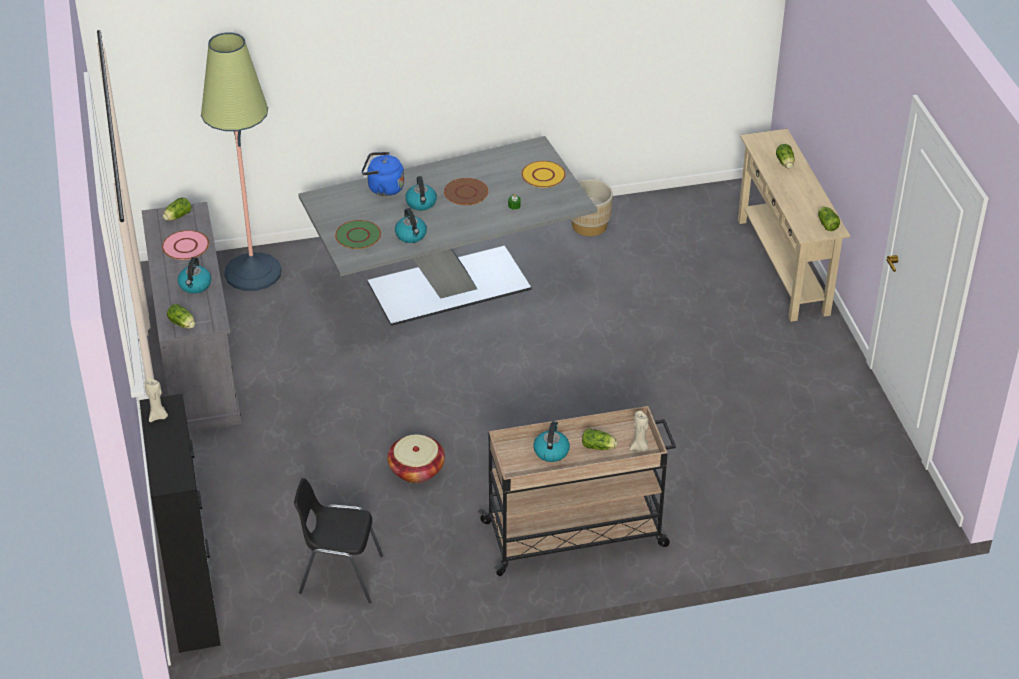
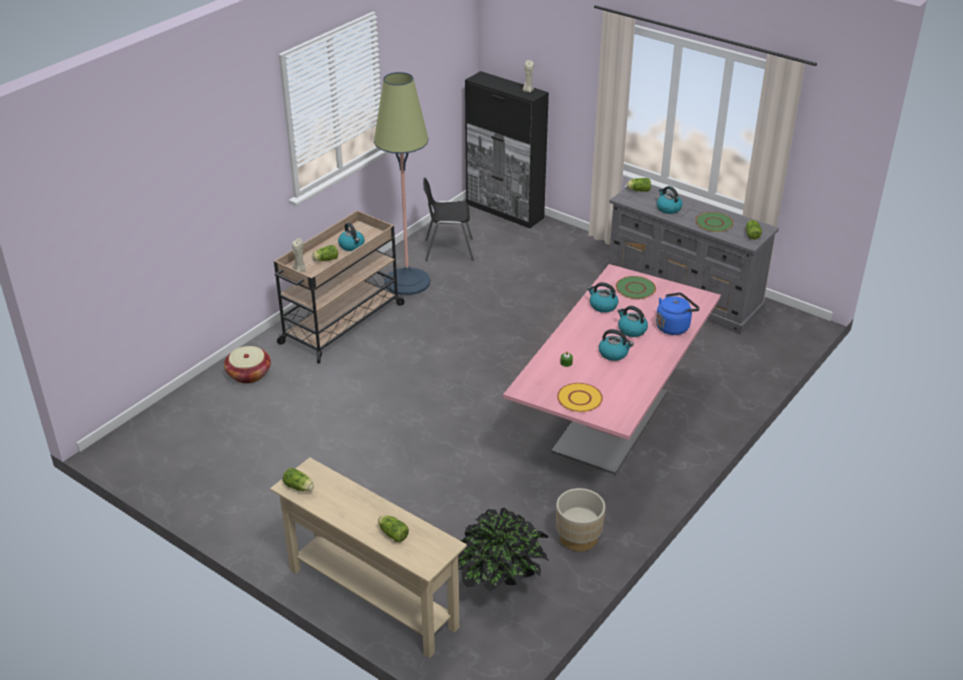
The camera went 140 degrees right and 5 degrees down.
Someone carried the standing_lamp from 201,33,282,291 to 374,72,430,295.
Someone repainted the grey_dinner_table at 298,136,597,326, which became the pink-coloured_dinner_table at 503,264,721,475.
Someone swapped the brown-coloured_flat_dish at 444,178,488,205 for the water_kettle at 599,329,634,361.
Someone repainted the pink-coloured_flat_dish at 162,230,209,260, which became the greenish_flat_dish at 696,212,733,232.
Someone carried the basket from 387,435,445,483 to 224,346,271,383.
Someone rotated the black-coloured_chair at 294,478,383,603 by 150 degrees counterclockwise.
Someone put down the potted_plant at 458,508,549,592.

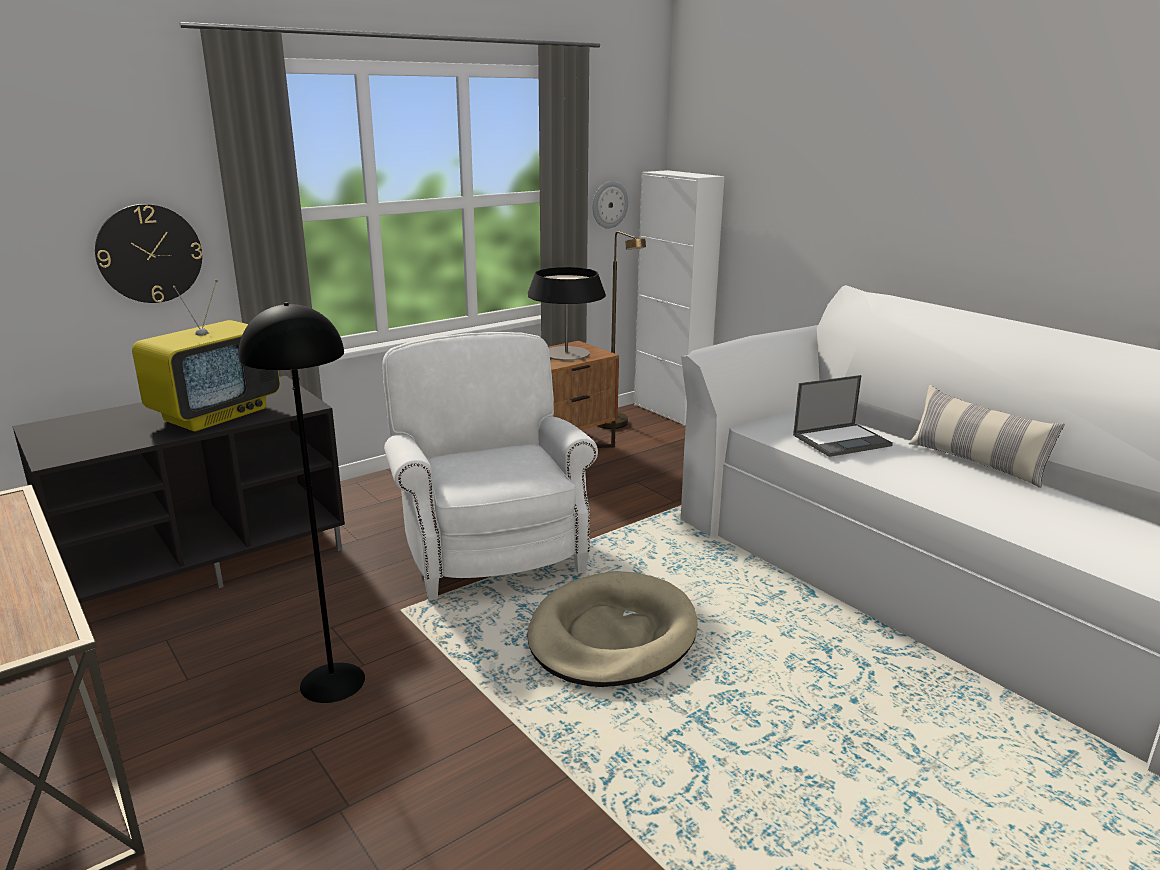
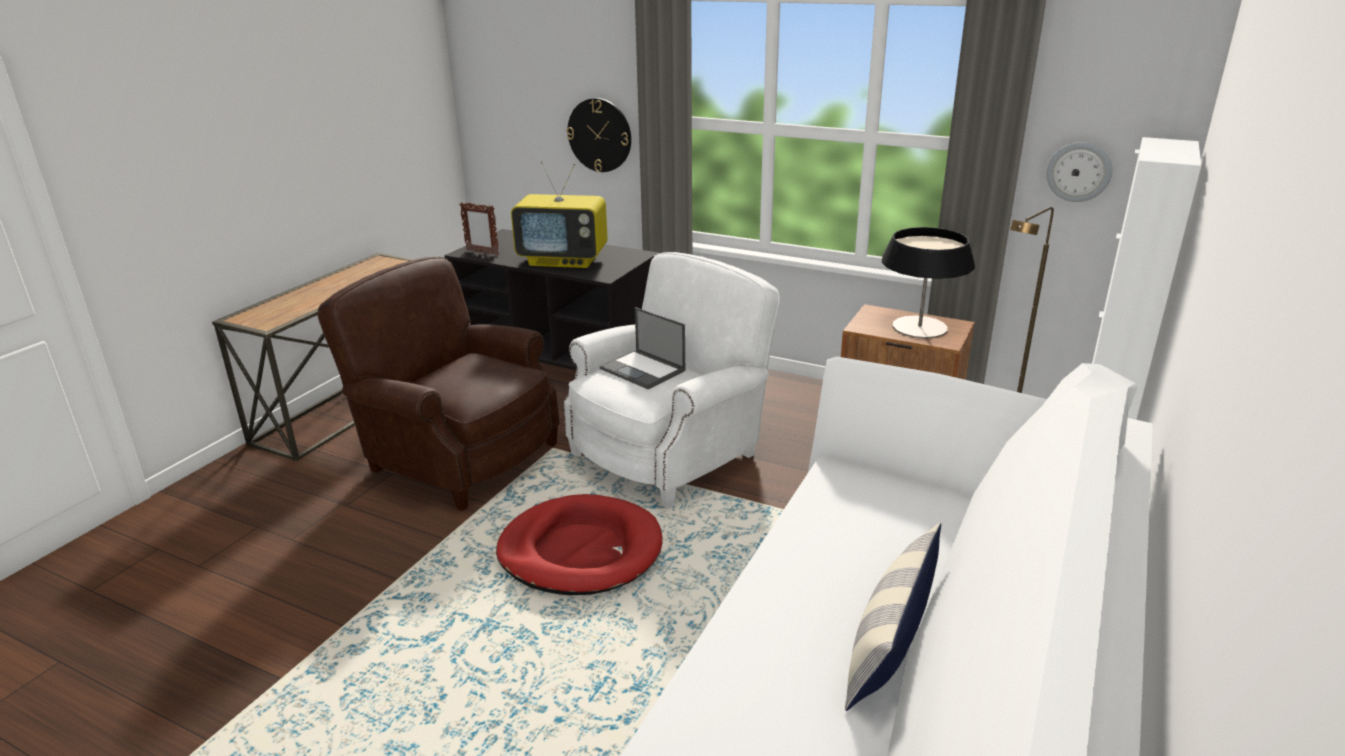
The camera went 65 degrees right and 5 degrees up.
Someone swapped the black-coloured_standing_lamp at 239,302,365,703 for the brown-coloured_armchair at 318,257,560,511.
Someone carried the notebook_computer from 793,375,893,457 to 600,307,685,390.
Someone repainted the beige-coloured_dog_cushion at 527,571,697,687, which became the red-coloured_dog_cushion at 496,494,662,595.
Someone put down the picture_frame at 459,202,499,256.

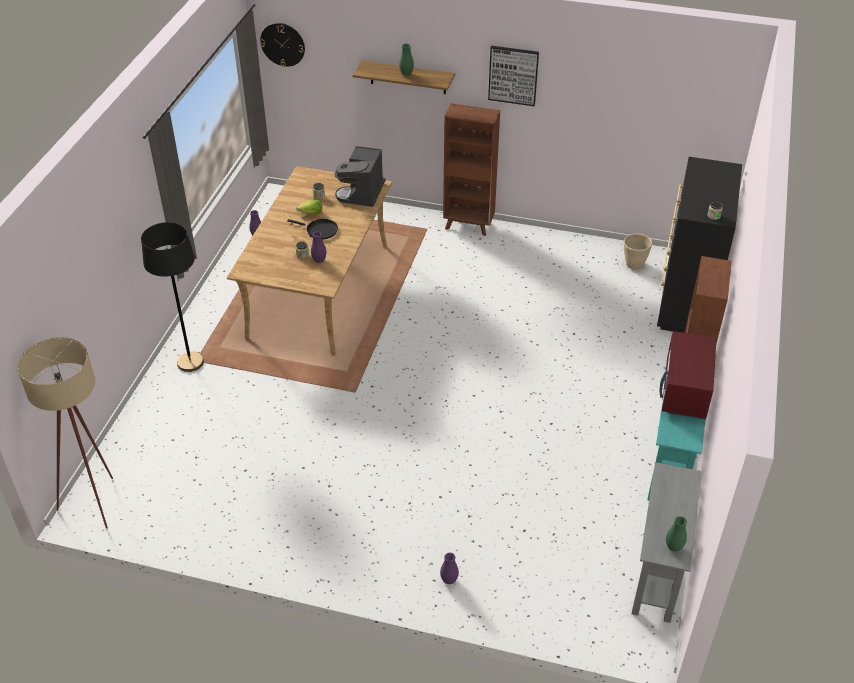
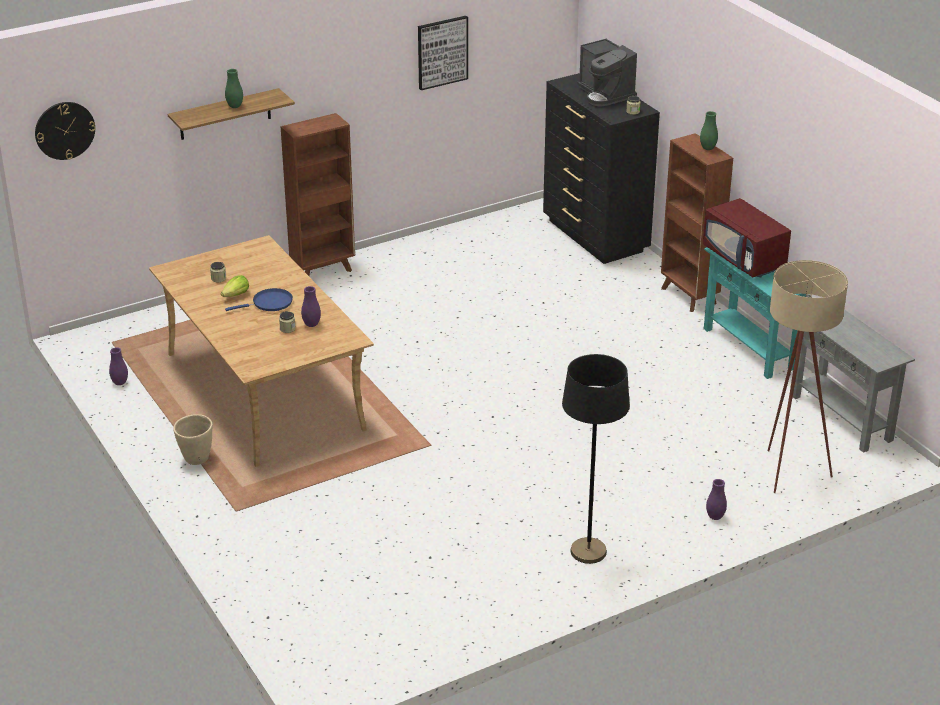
The camera went 45 degrees left and 10 degrees down.
Someone carried the wall_picture from 488,46,539,106 to 418,16,468,90.
Someone carried the coffee_machine from 334,146,386,207 to 577,39,637,106.
Someone repainted the black-coloured_frying_pan at 287,219,338,239, which became the bluish_frying_pan at 225,288,293,311.
Someone carried the black-coloured_standing_lamp from 141,222,204,372 to 562,354,630,564.
Someone carried the beige-coloured_planter from 624,234,652,270 to 173,414,213,465.
Someone carried the beige-coloured_standing_lamp from 17,337,113,529 to 768,260,848,493.
Someone carried the greenish_vase from 666,516,687,551 to 700,111,718,150.

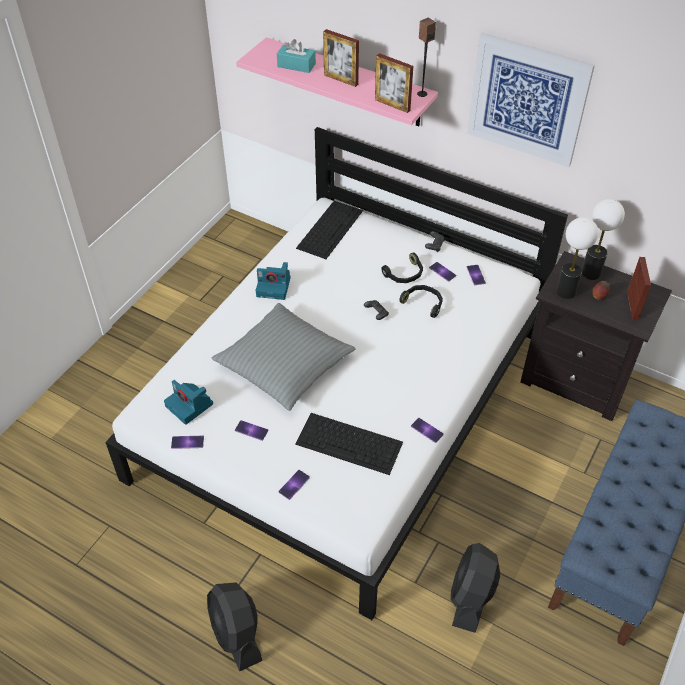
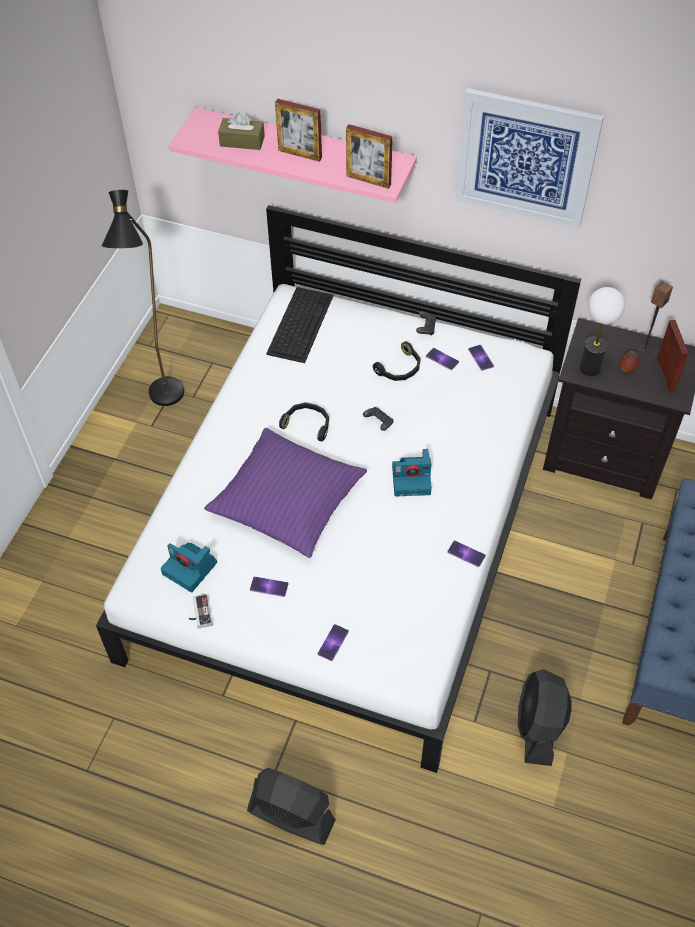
The camera went 10 degrees left and 5 degrees up.
Someone carried the loudspeaker from 417,18,436,97 to 639,281,673,354.
Someone repainted the turquoise_tissue_box at 277,39,316,73, which became the brown-coloured_tissue_box at 218,112,265,150.
Someone took away the tabletop_lamp at 582,199,625,280.
Someone carried the still_camera from 256,262,291,300 to 392,449,432,496.
Someone carried the black-coloured_headset from 399,285,443,318 to 279,403,329,441.
Someone repainted the grey_cushion at 212,303,356,411, which became the purple_cushion at 204,428,367,558.
Someone took away the keyboard at 295,413,403,475.
Someone swapped the telephone at 171,436,204,449 for the joypad at 189,594,213,628.
Someone rotated the black-coloured_cooling_fan at 207,582,263,672 by 150 degrees clockwise.
Someone put down the black-coloured_standing_lamp at 101,190,184,406.

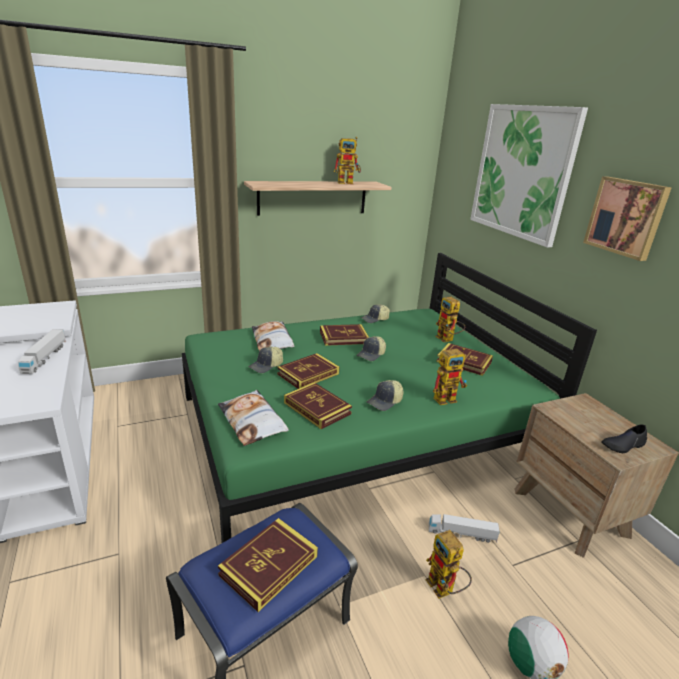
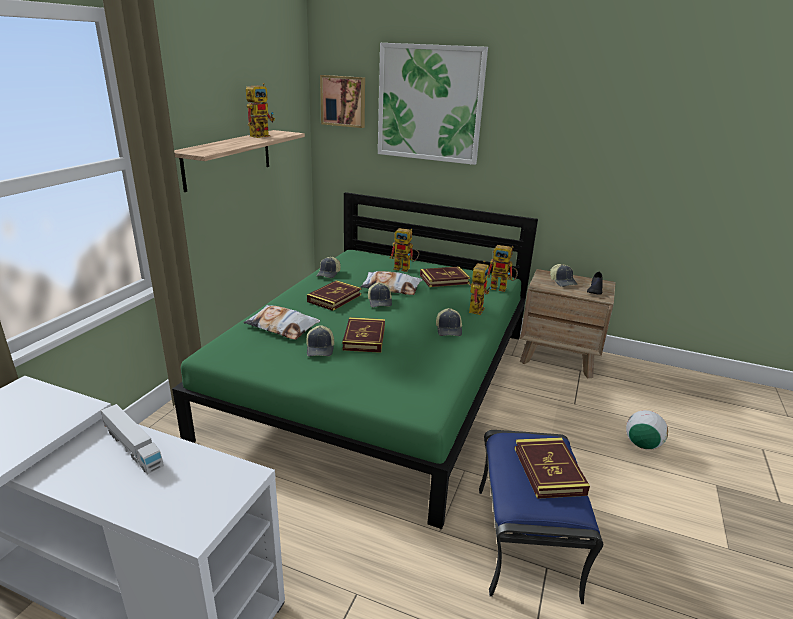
The camera went 45 degrees left and 0 degrees up.
Someone carried the wall_picture from 583,176,672,261 to 320,75,365,128.
Someone took away the volume at 284,382,352,429.
Someone carried the cushion from 218,390,289,446 to 360,271,423,295.
Someone took away the model_truck at 429,514,500,543.
Someone carried the robot_figure from 426,530,472,599 to 488,245,518,292.
Someone put down the baseball_cap at 550,264,578,287.

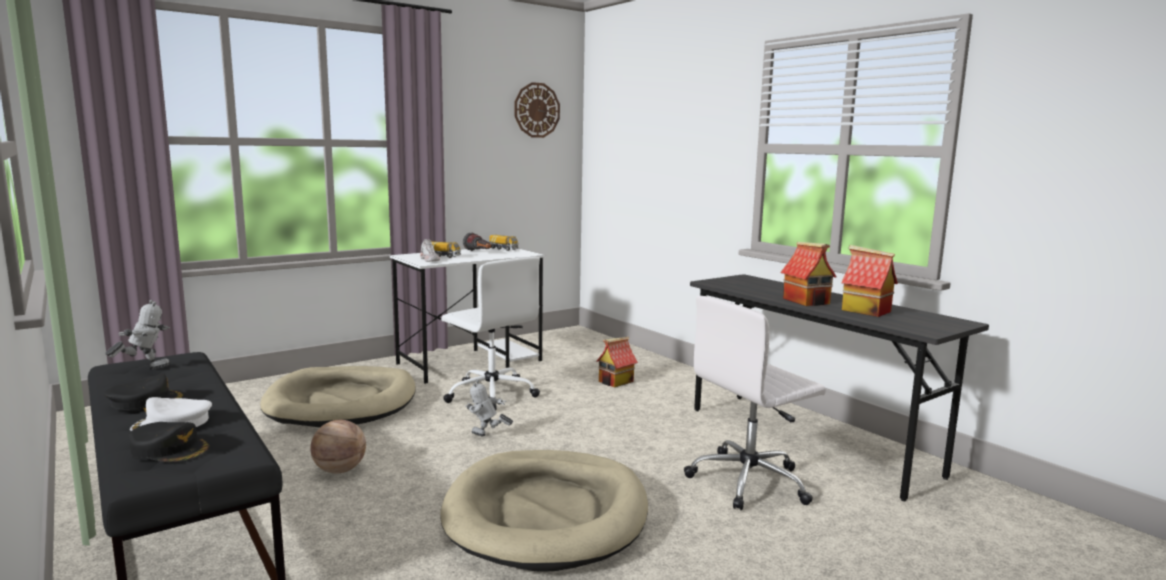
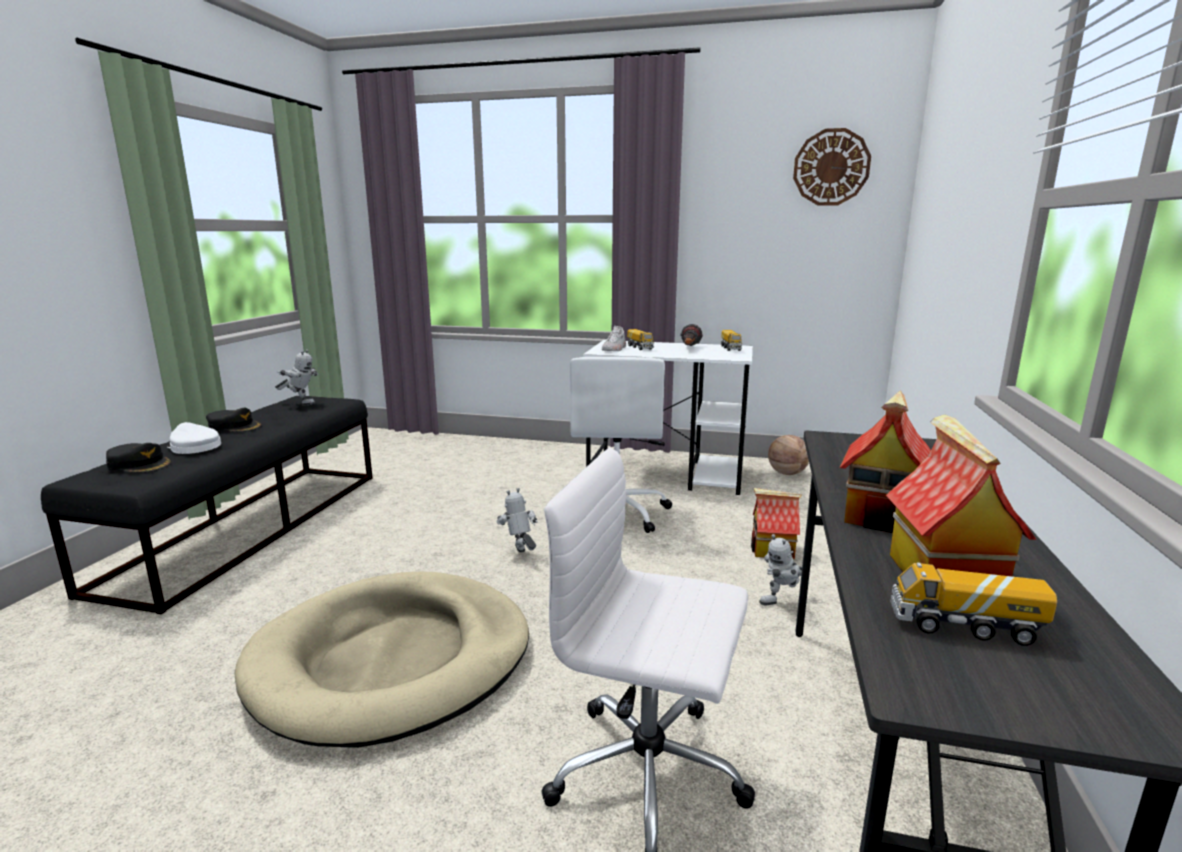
The camera went 50 degrees right and 5 degrees up.
Someone took away the beige-coloured_dog_cushion at 260,366,416,428.
Someone carried the basketball from 310,420,366,473 to 768,435,809,475.
Someone rotated the black-coloured_baseball_cap at 129,422,210,463 by 45 degrees counterclockwise.
Someone put down the robot_figure at 759,534,802,605.
Someone put down the model_truck at 890,562,1058,646.

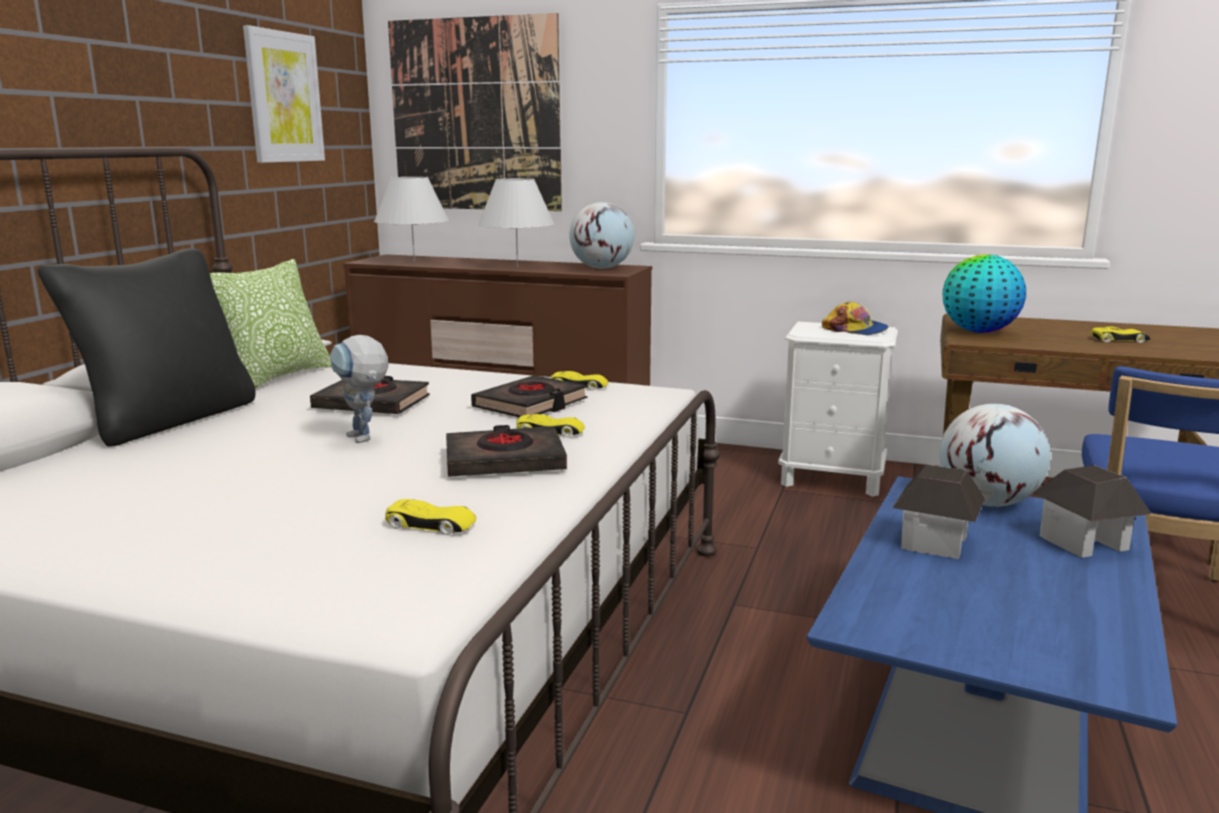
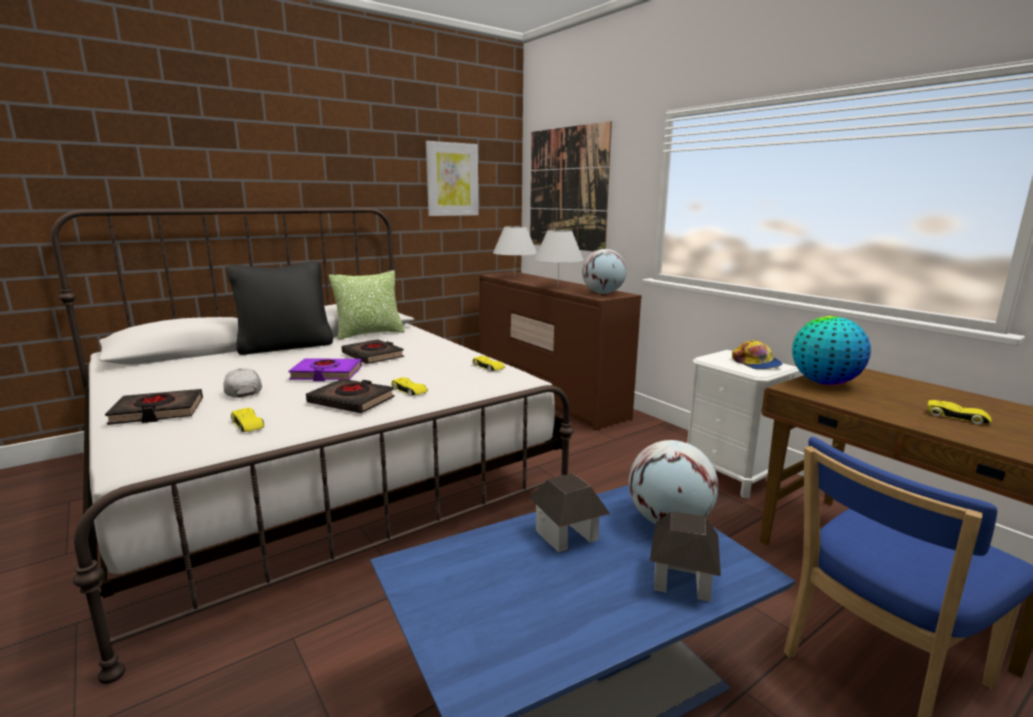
The camera went 35 degrees right and 0 degrees up.
Someone swapped the robot_figure at 330,335,389,443 for the purple_volume at 288,358,362,381.
Someone carried the black-coloured_volume from 471,375,588,417 to 105,389,203,425.
Someone put down the whitish_baseball_cap at 223,368,262,398.

